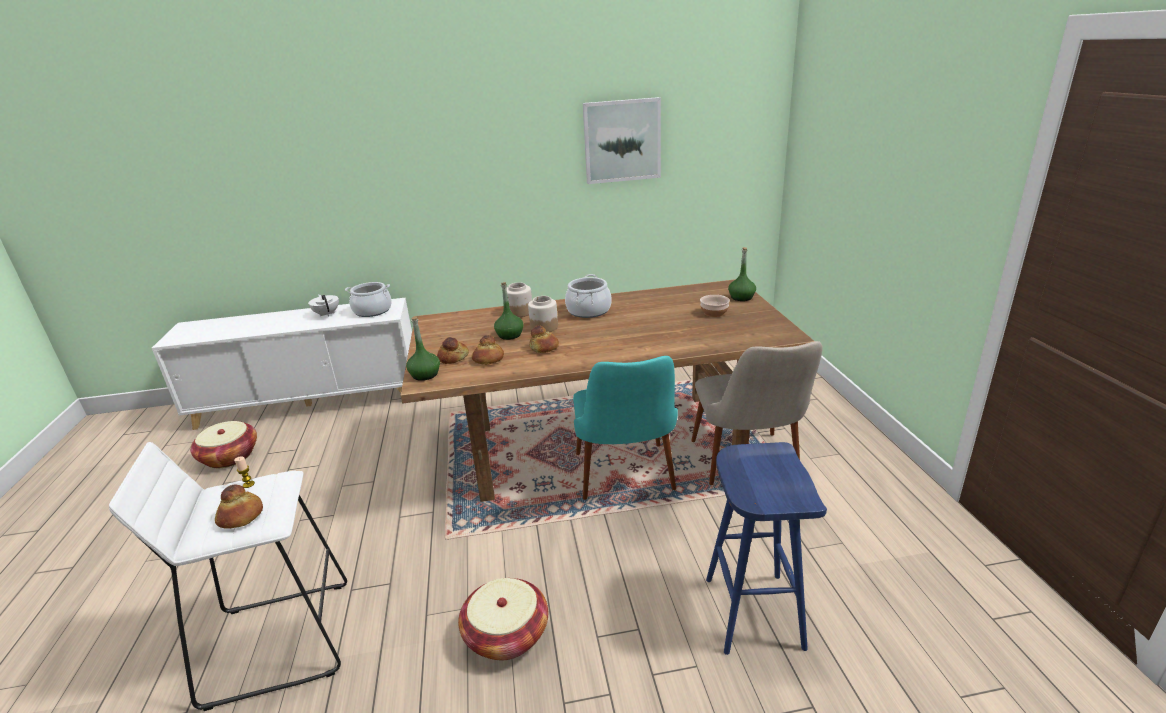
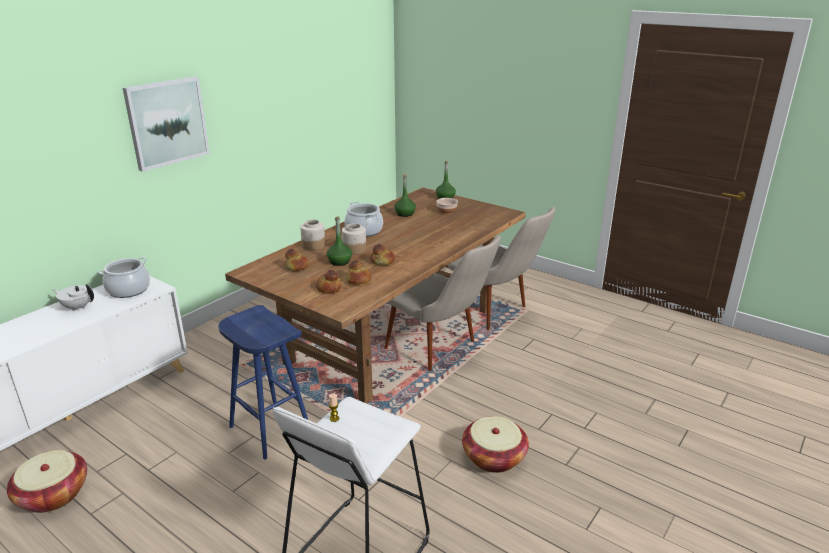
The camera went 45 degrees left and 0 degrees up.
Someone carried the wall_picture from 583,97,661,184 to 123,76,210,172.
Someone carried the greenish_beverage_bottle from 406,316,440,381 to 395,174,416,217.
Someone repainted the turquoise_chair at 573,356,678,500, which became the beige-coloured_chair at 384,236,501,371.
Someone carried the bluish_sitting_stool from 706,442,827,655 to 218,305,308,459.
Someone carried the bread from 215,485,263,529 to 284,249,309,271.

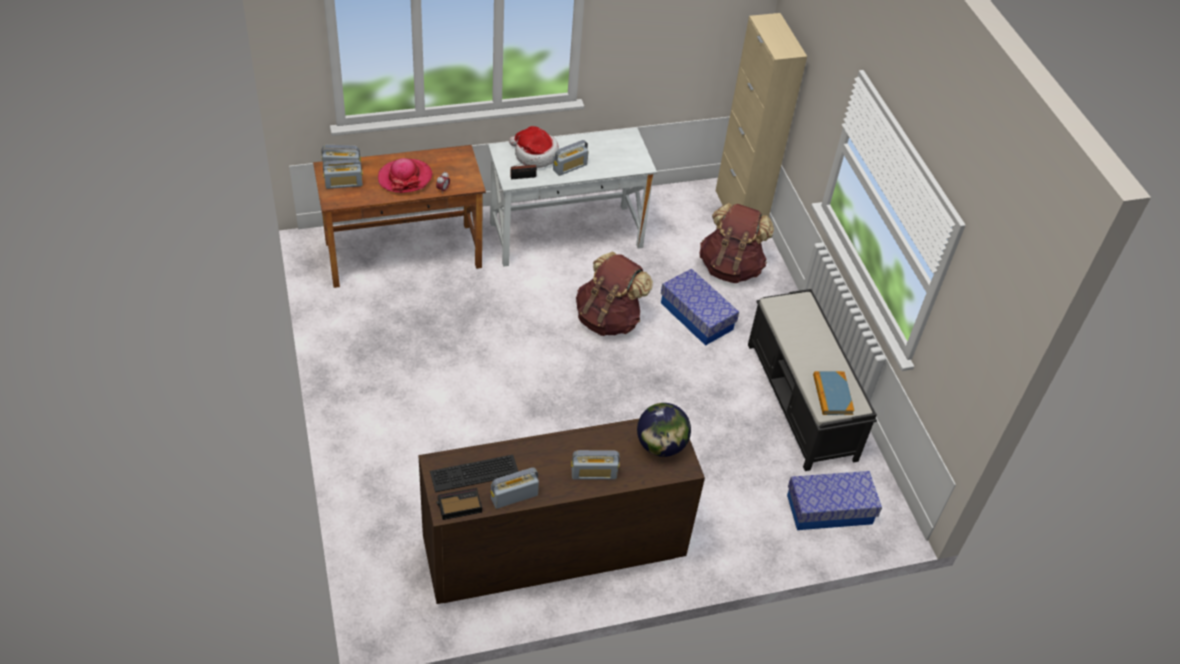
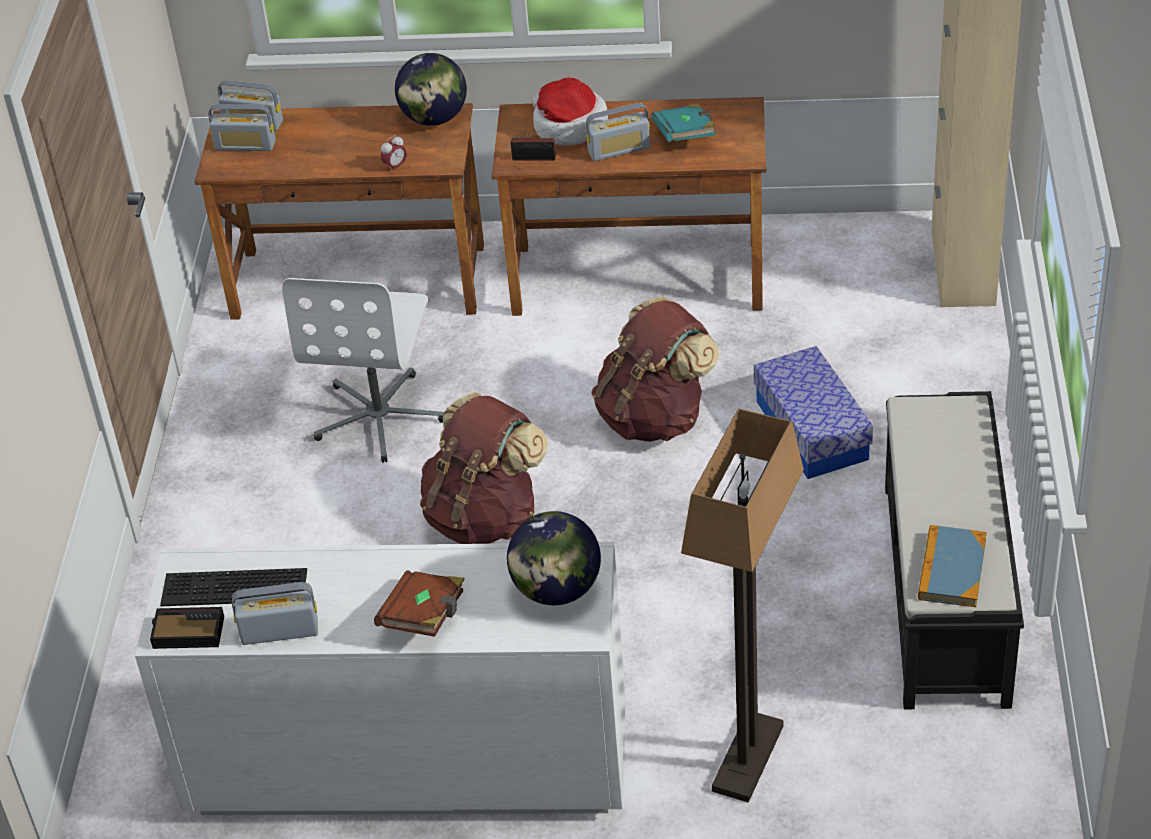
The camera went 25 degrees right and 5 degrees down.
Someone repainted the whitish_desk_table at 488,128,657,267, which became the brown-coloured_desk_table at 492,97,766,316.
Someone took away the wearable_hat at 378,158,432,193.
Someone carried the brown-coloured_knapsack from 700,203,774,283 to 420,392,548,544.
Someone repainted the brown-coloured_dresser at 419,419,705,604, which became the whitish_dresser at 135,542,626,815.
Someone swapped the radio_set at 571,450,620,480 for the brown-coloured_volume at 374,570,464,637.
Someone took away the storage_bin at 787,471,882,530.
Someone put down the world_globe at 395,53,467,126.
Someone put down the turquoise_volume at 652,103,715,142.
Someone put down the whitish_computer_chair at 282,278,444,463.
Someone put down the standing_lamp at 681,408,804,802.

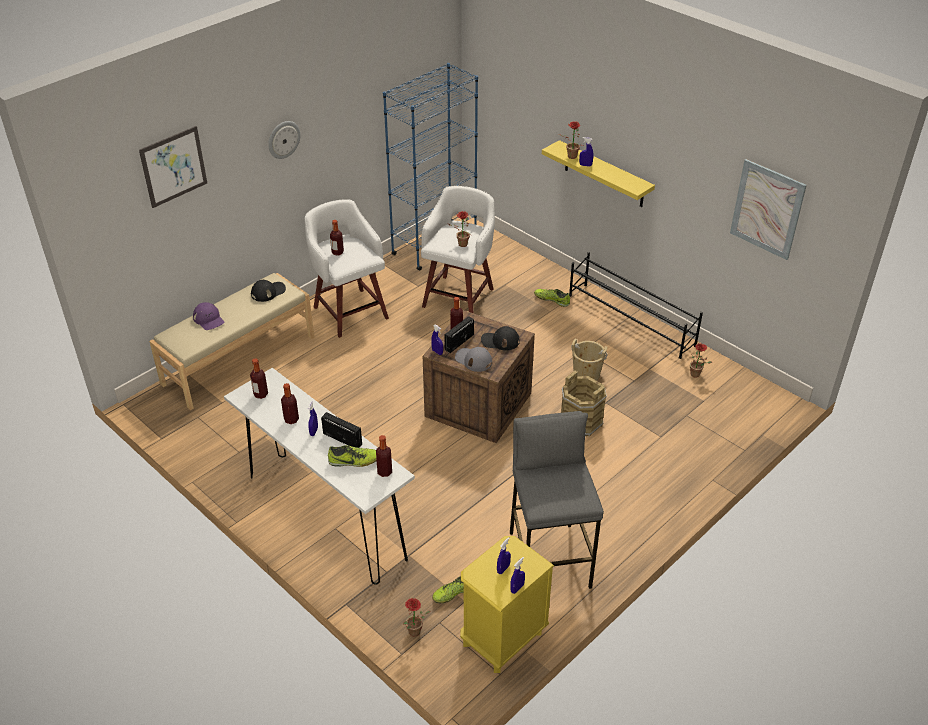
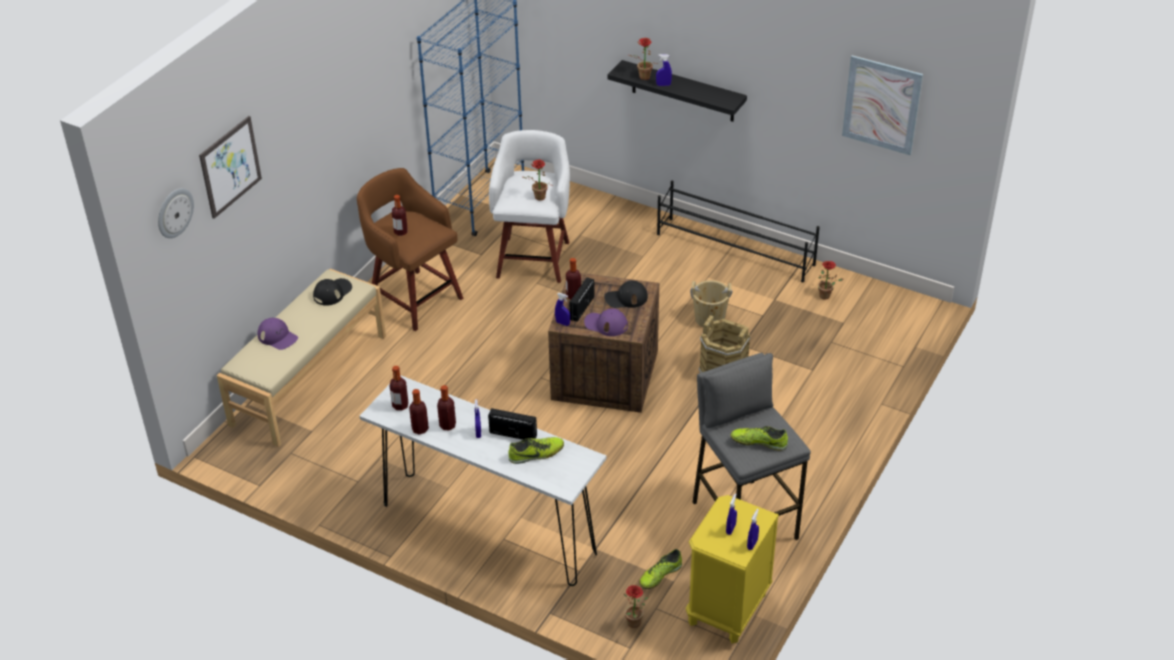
The camera went 15 degrees left and 0 degrees up.
Someone carried the clock_on_the_wall from 268,121,301,159 to 158,188,194,238.
Someone repainted the yellowish_shelf at 542,140,655,207, which became the black-coloured_shelf at 608,60,747,122.
Someone repainted the whitish_sitting_stool at 304,199,389,338, which became the brown-coloured_sitting_stool at 357,168,463,331.
Someone carried the item_of_footwear from 534,289,570,307 to 730,426,788,451.
Someone repainted the grey_baseball_cap at 455,347,492,372, which became the purple_baseball_cap at 584,308,628,336.
Someone carried the beverage_bottle from 376,435,392,477 to 409,389,429,435.

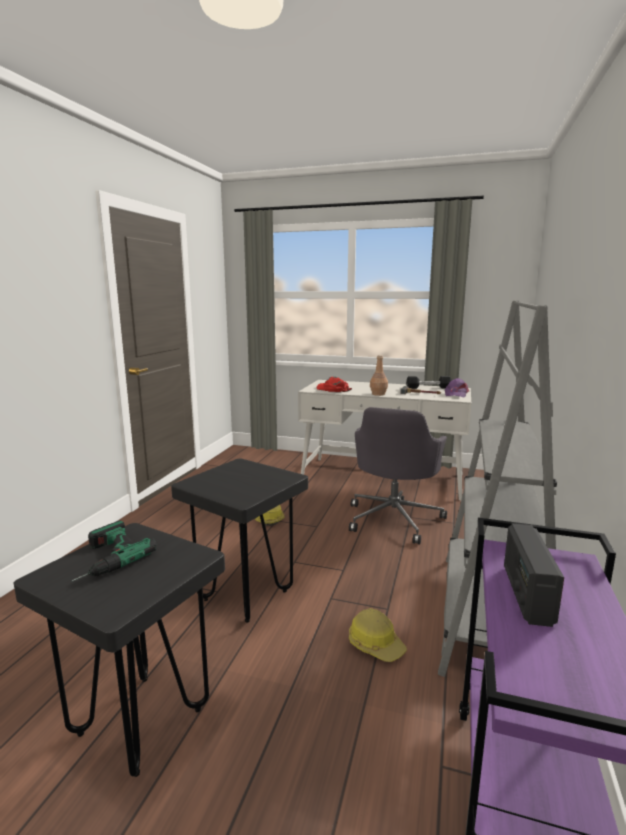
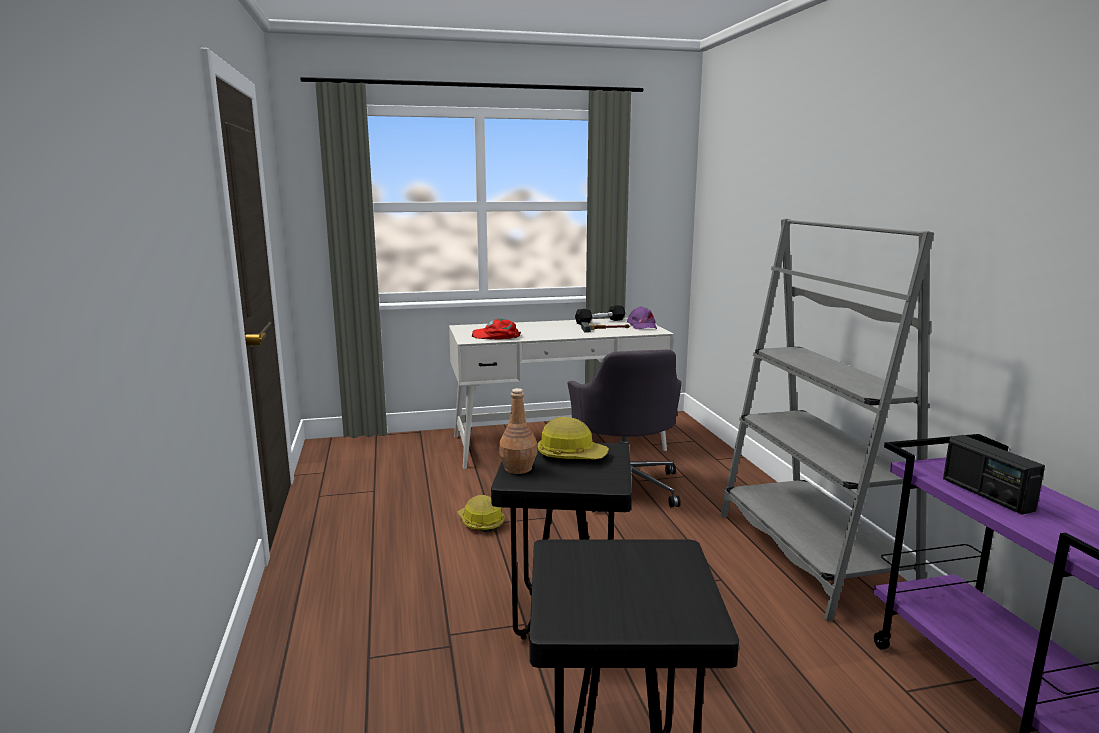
The camera went 30 degrees left and 0 degrees up.
Someone carried the brown-coloured_beverage_bottle from 370,355,388,396 to 499,388,537,474.
Someone took away the drill at 72,520,156,581.
Someone carried the work_helmet from 349,608,407,662 to 537,417,609,459.

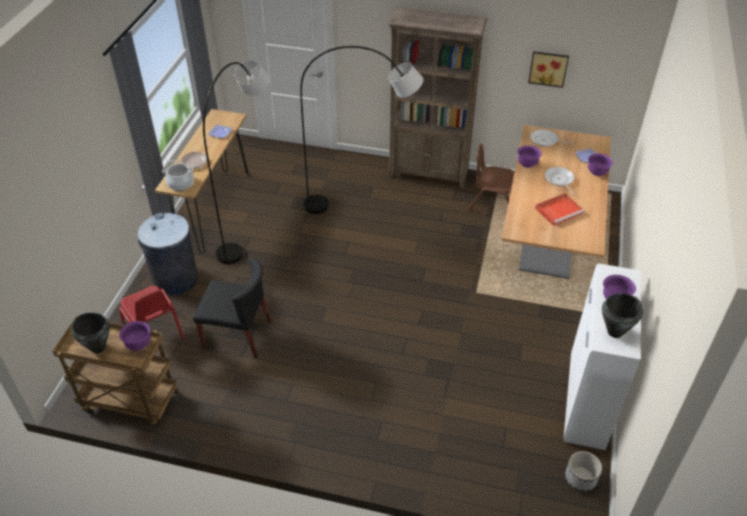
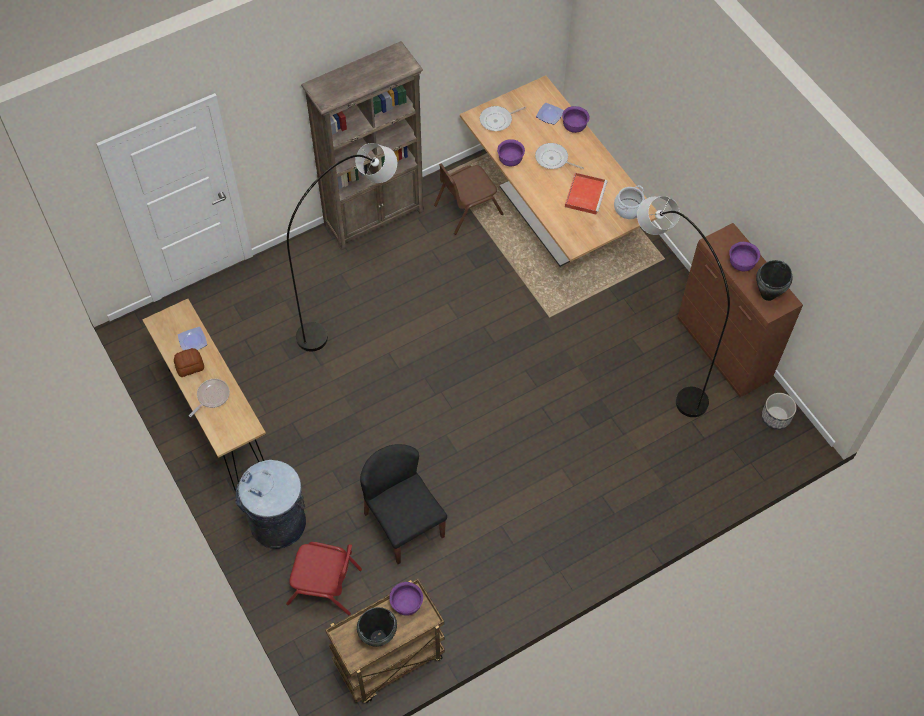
The camera went 45 degrees left and 15 degrees up.
Someone took away the wall_picture at 528,51,569,88.
Someone carried the grey_standing_lamp from 203,60,269,264 to 637,196,730,417.
Someone carried the cooking_pot from 162,163,194,191 to 614,185,645,219.
Someone rotated the black-coloured_chair at 193,258,272,358 by 90 degrees counterclockwise.
Someone repainted the whitish_storage_cabinet at 564,263,641,450, which became the brown-coloured_storage_cabinet at 678,223,803,397.
Someone put down the bread at 174,348,204,377.

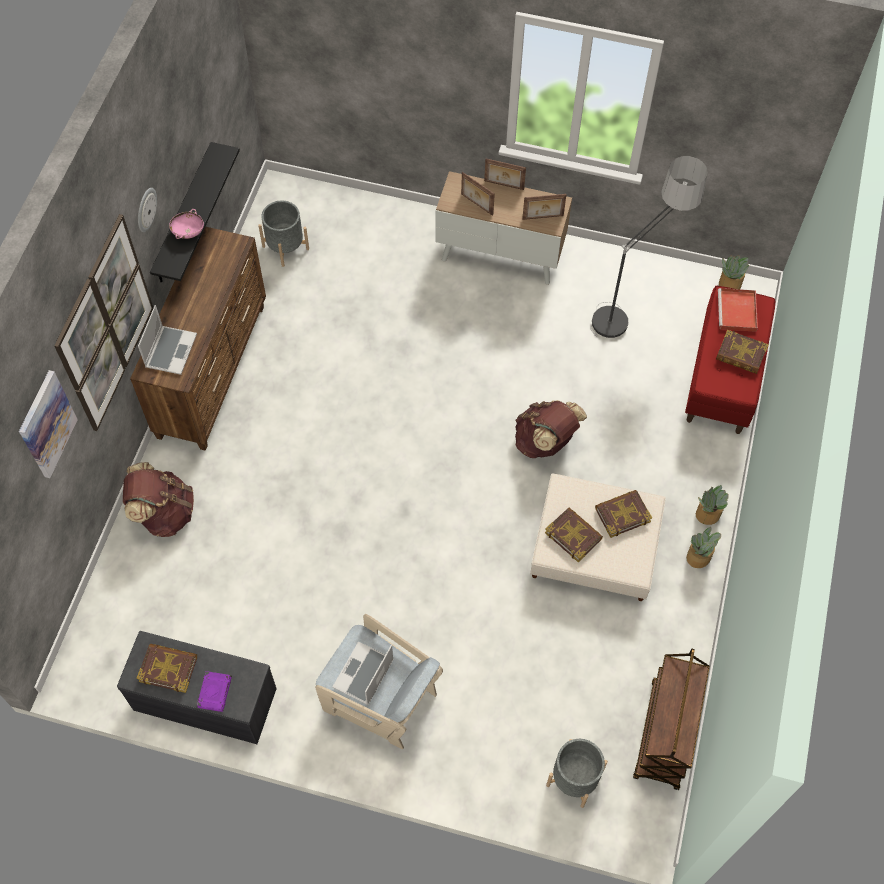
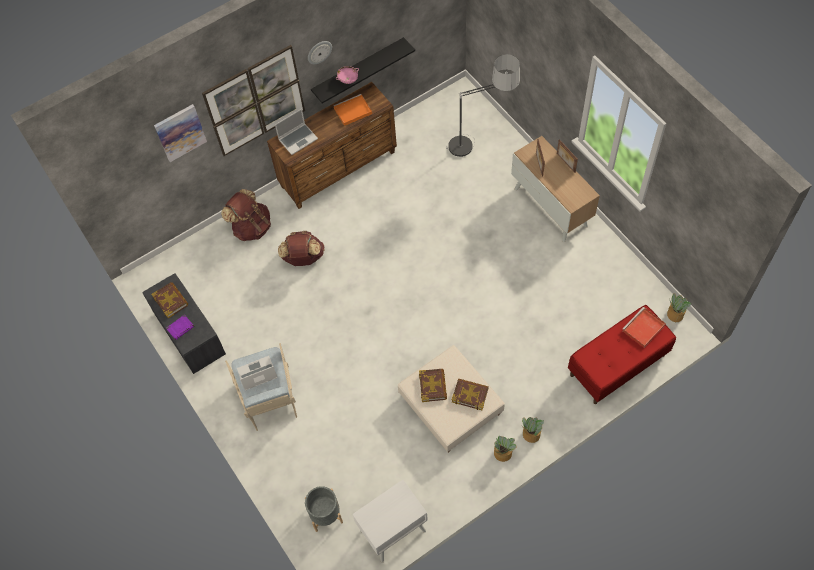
The camera went 45 degrees right and 0 degrees up.
Someone carried the standing_lamp from 590,156,708,338 to 446,54,520,157.
Someone took away the picture_frame at 522,194,567,220.
Someone took away the grey_planter at 258,201,309,267.
Someone took away the volume at 716,330,769,374.
Someone carried the brown-coloured_knapsack from 515,400,587,458 to 278,231,325,266.
Someone swapped the brown-coloured_trolley at 633,649,710,790 for the whitish_nightstand at 352,480,428,563.
Someone put down the orange_carrying_tray at 333,94,372,126.

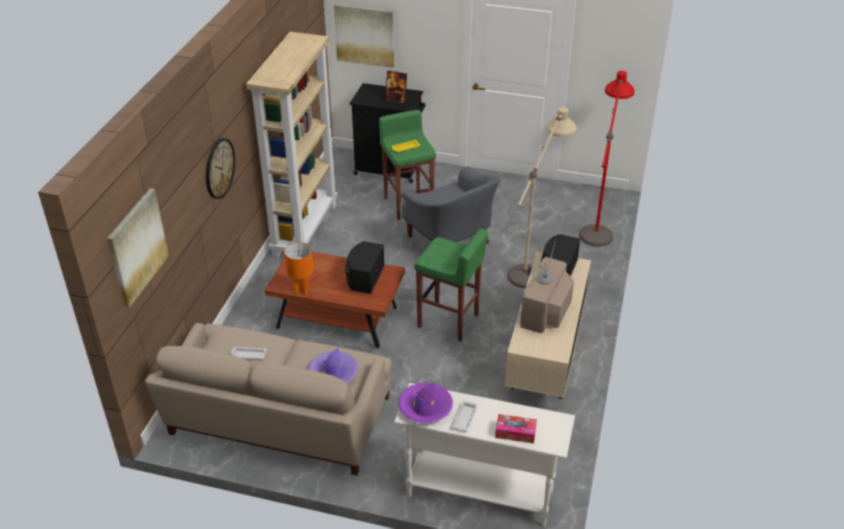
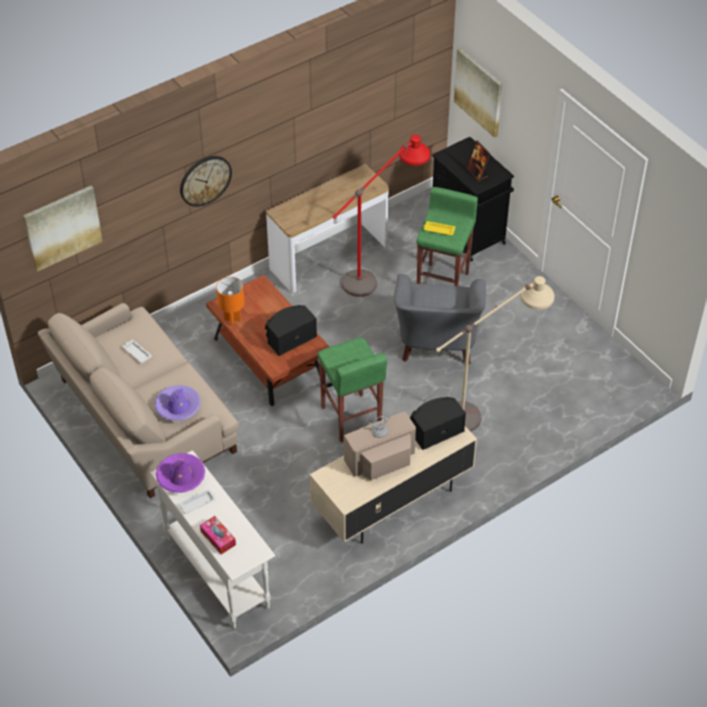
The camera went 40 degrees right and 10 degrees up.
Someone swapped the beige-coloured_bookshelf at 246,32,338,258 for the console_table at 266,164,389,293.
Someone carried the red-coloured_standing_lamp from 579,71,635,247 to 332,135,430,297.

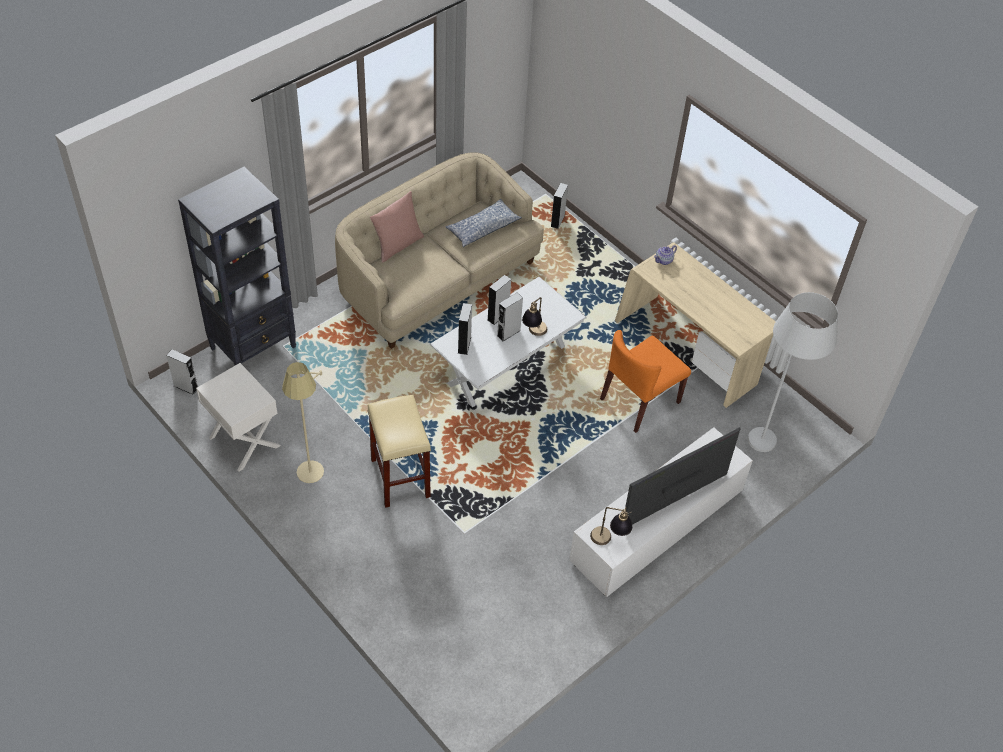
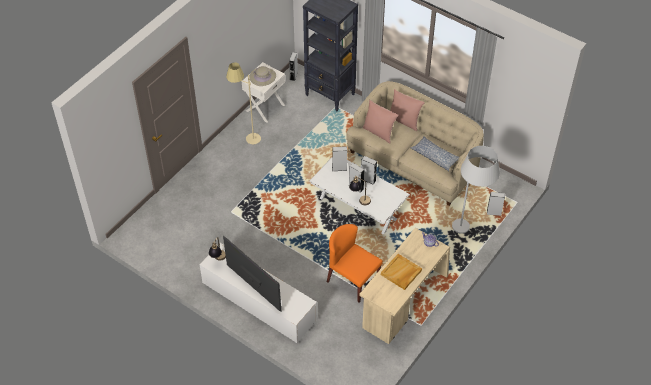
The camera went 80 degrees right and 0 degrees up.
Someone carried the whitish_standing_lamp from 748,292,838,452 to 452,146,500,234.
Someone took away the beige-coloured_sitting_stool at 368,395,431,508.
Someone put down the beige-coloured_wearable_hat at 249,66,276,86.
Someone put down the pink-coloured_cushion at 363,100,398,143.
Someone put down the beige-coloured_carrying_tray at 381,254,422,290.

